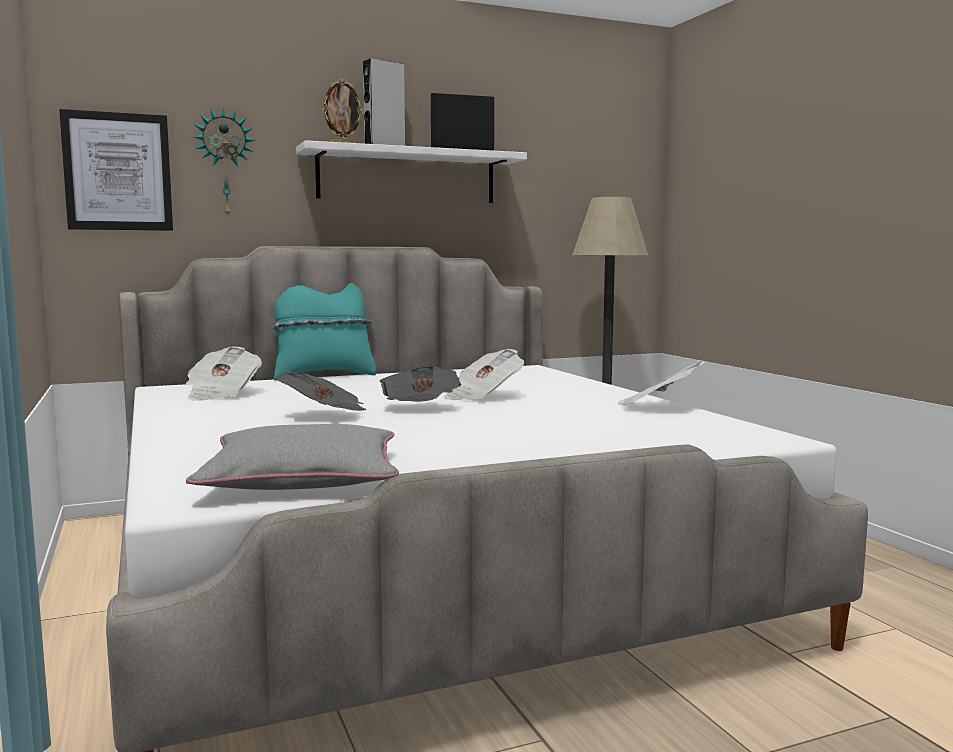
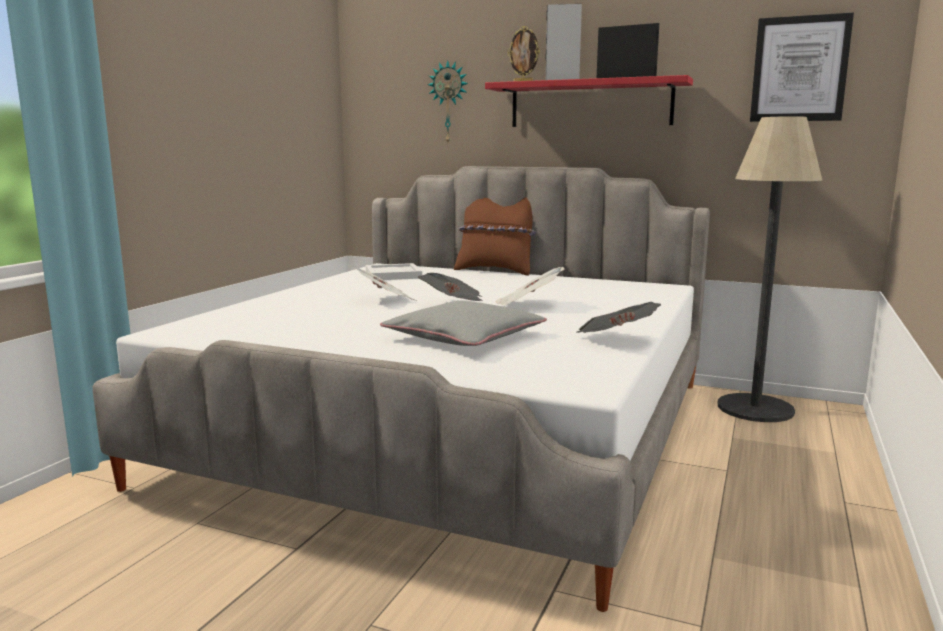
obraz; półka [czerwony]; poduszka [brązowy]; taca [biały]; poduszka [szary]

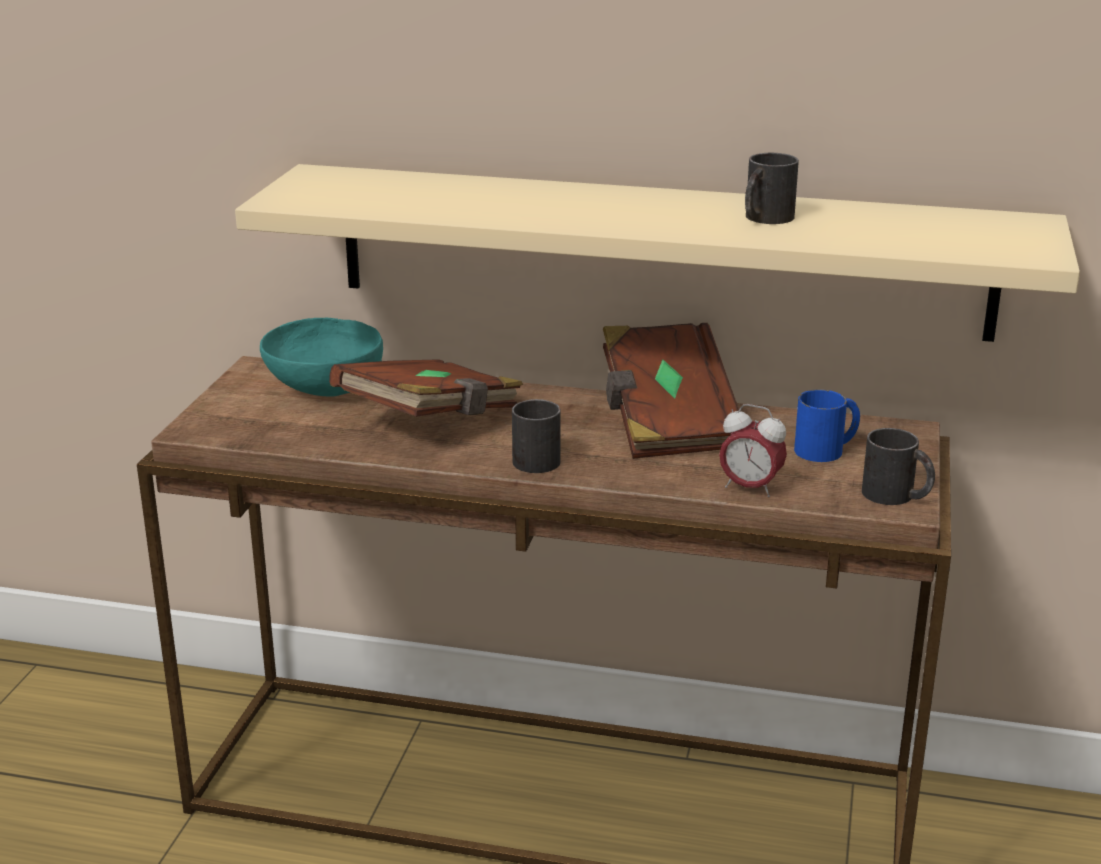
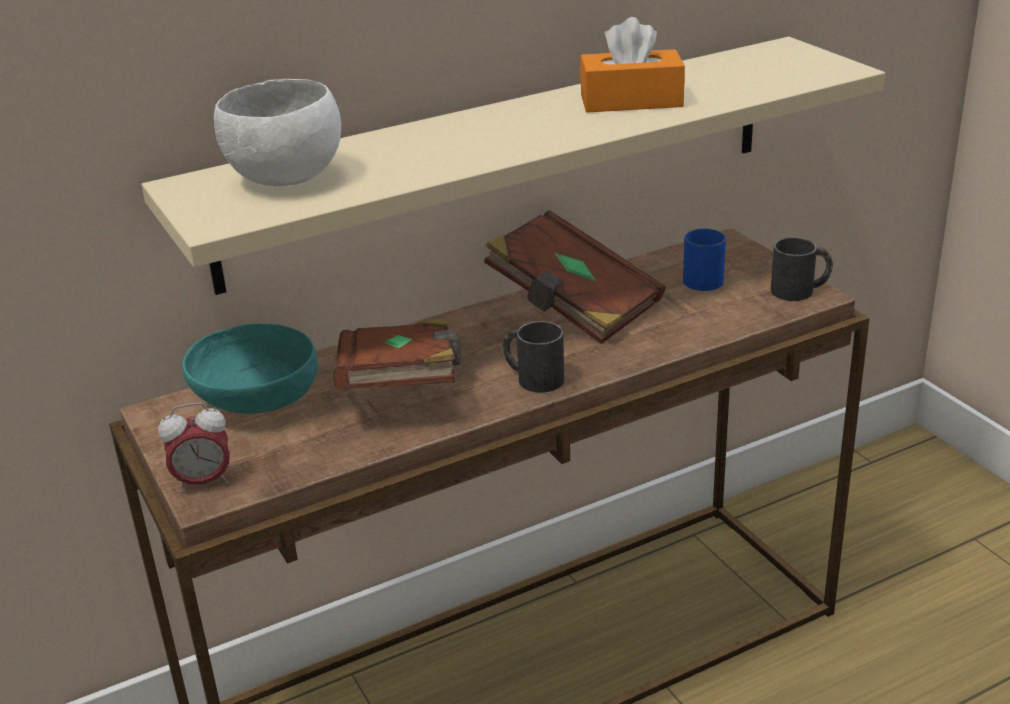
pudełko chusteczek [pomarańczowy]; budzik; miska [biały]

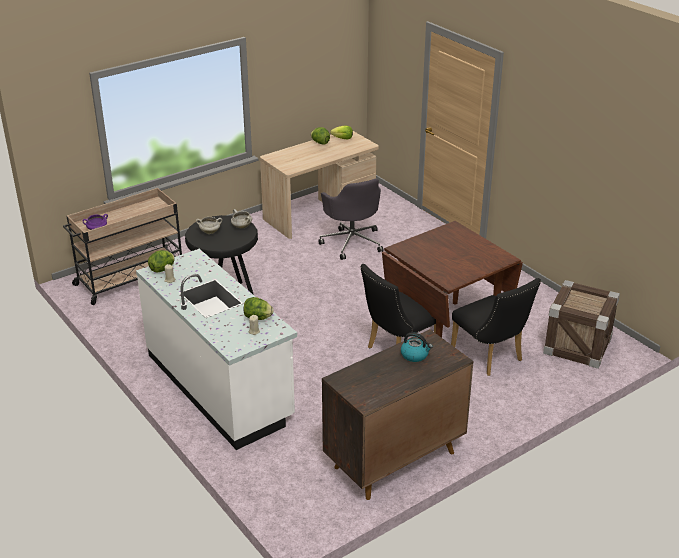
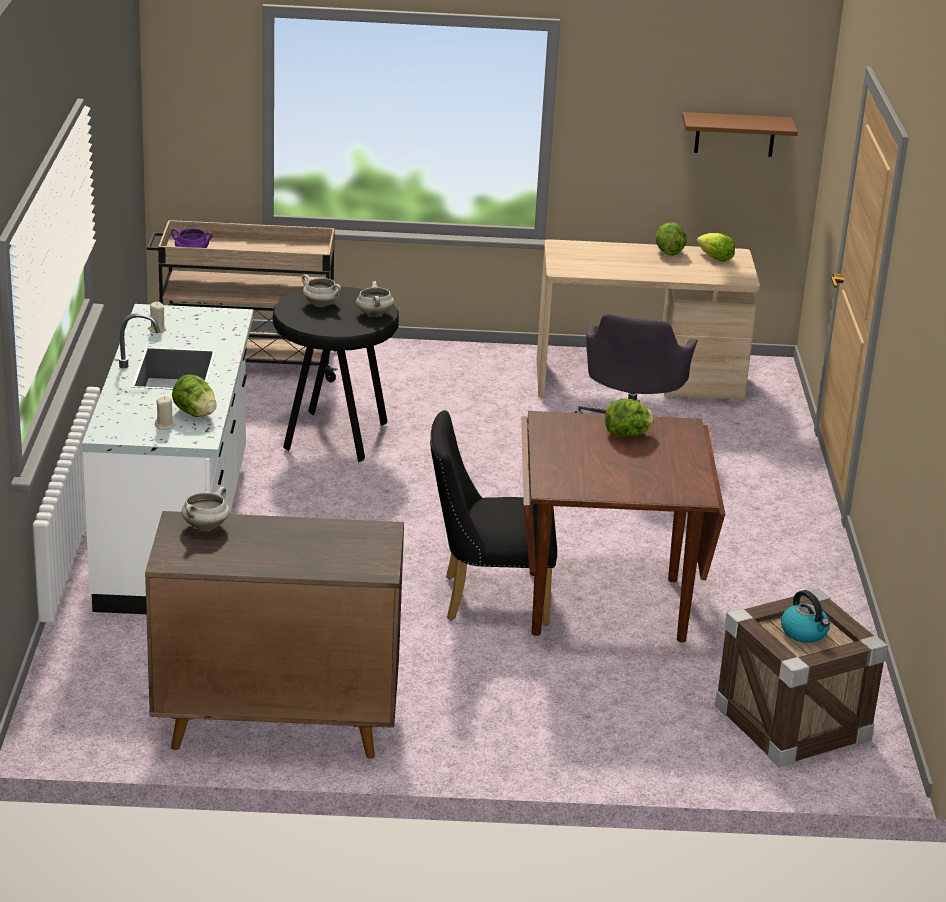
sałata (no. 2 from left); krzesło [czarny] (no. 2 from left in the first image); czajnik; półka [brązowy]; garnek [biały] (no. 1 from left)

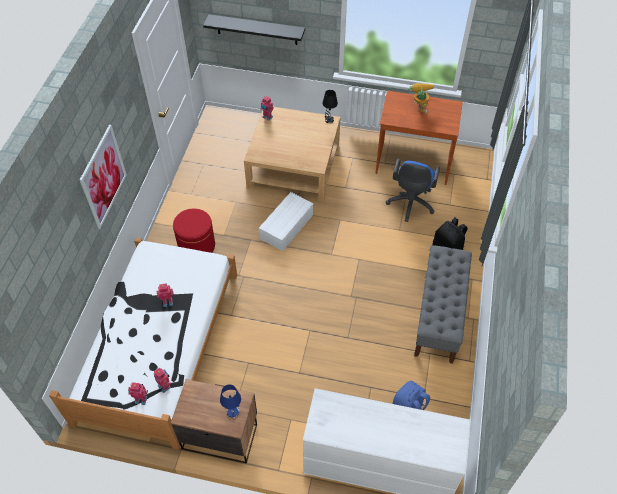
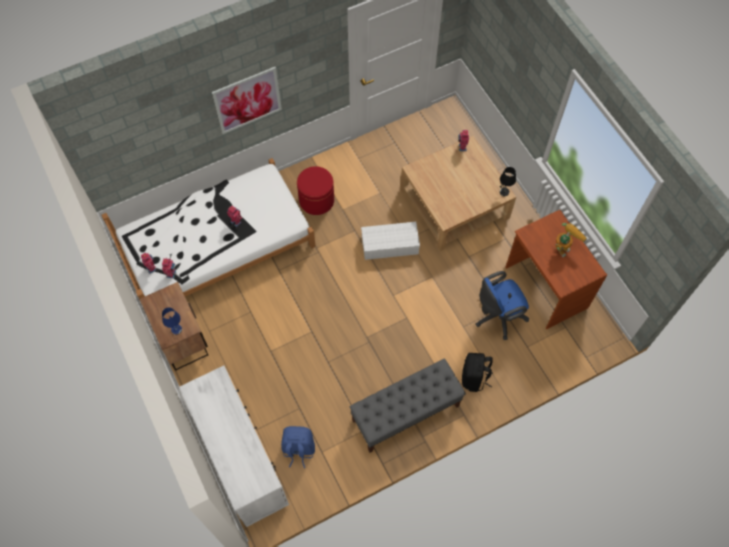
półka [czarny]

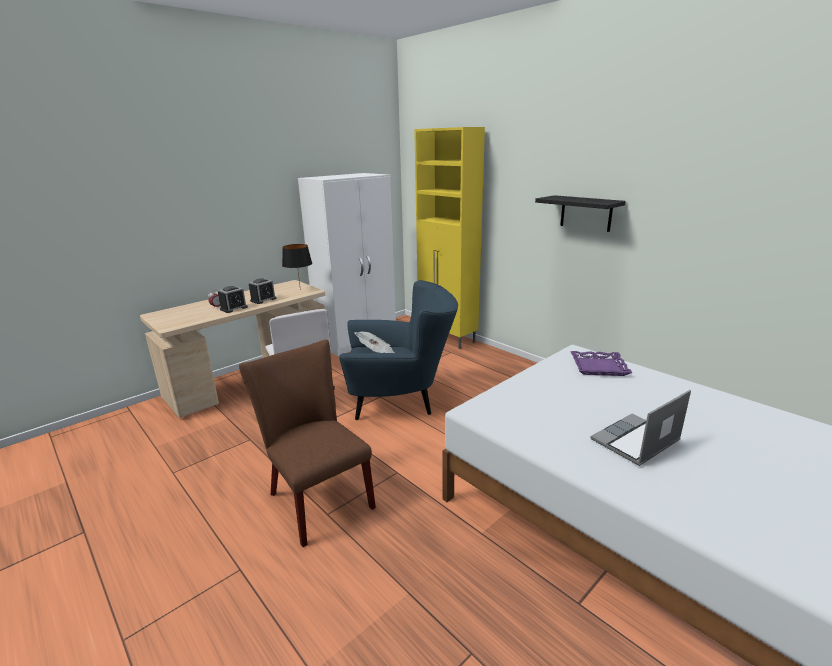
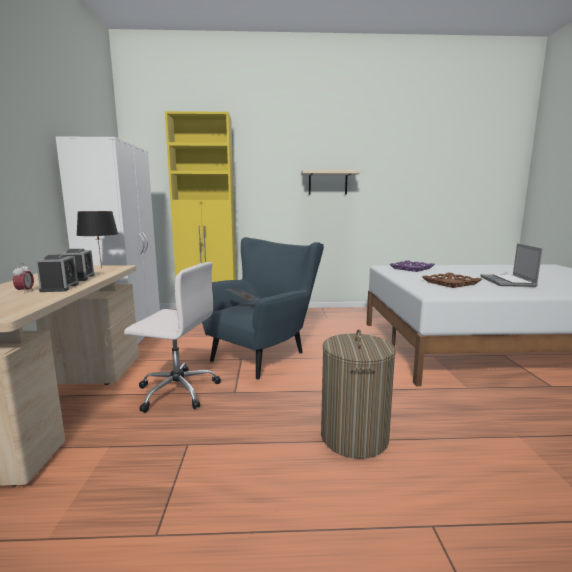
półka [beżowy]; kosz na pranie; taca [brązowy]

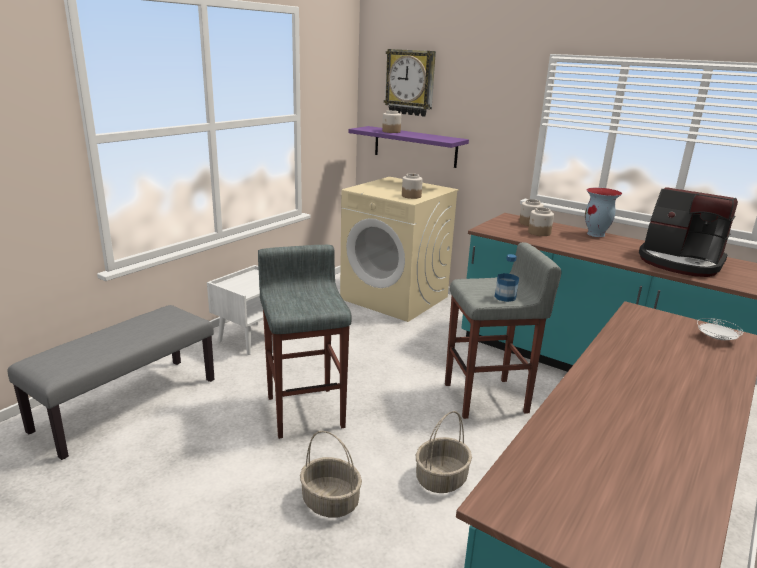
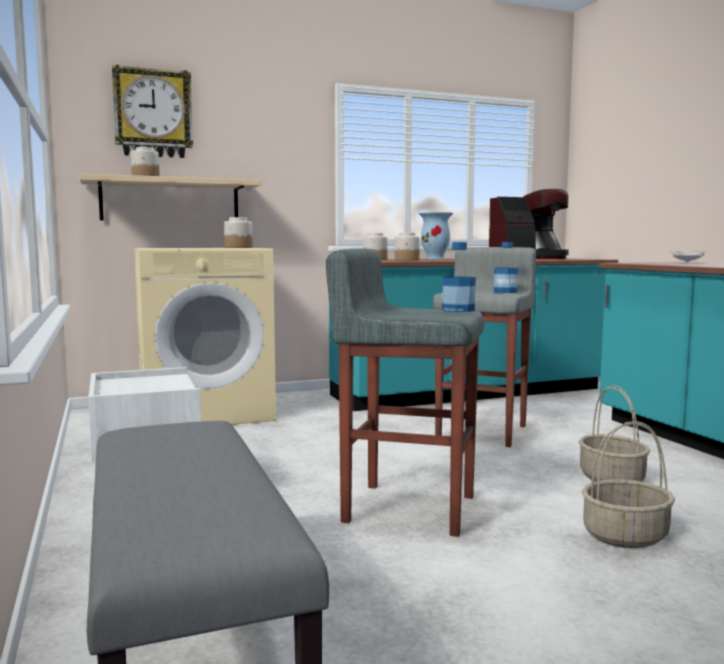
półka [beżowy]; butelka (no. 1 from left)

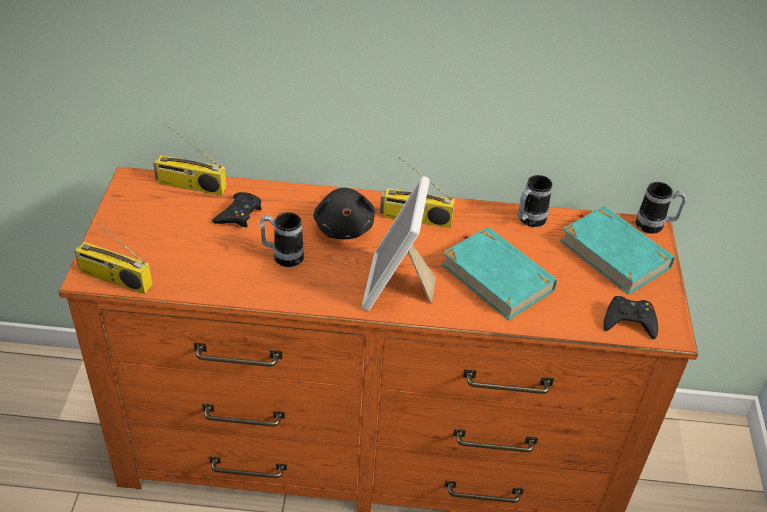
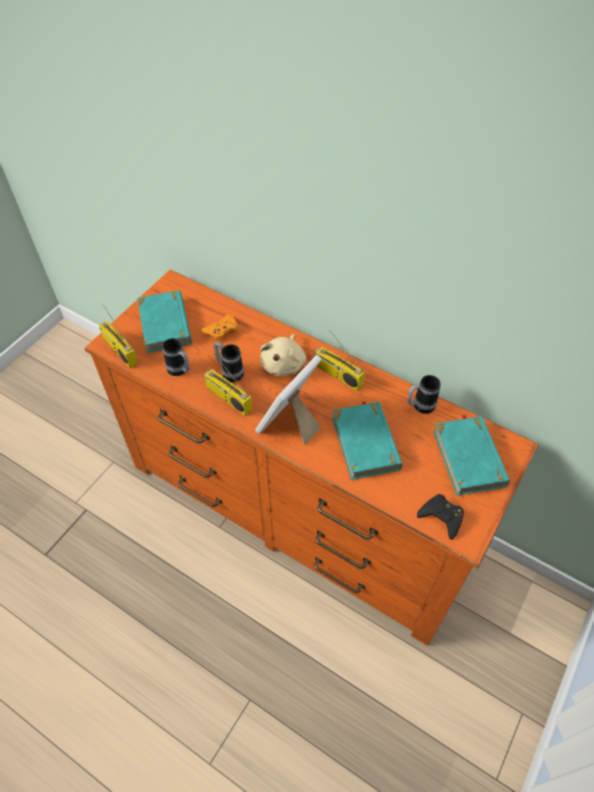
radio (no. 2 from left); kubek (no. 1 from left); pluszak [beżowy]; pad do gier [pomarańczowy]; książka [turkusowy] (no. 1 from left)

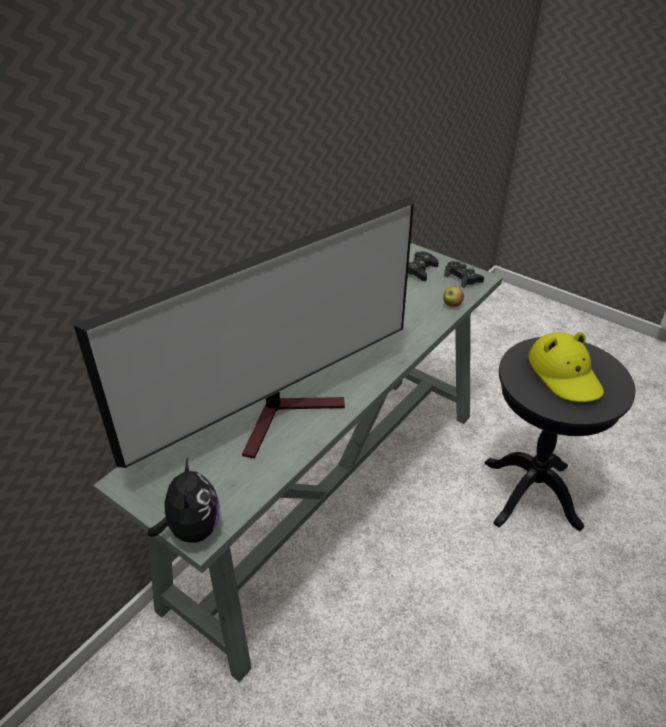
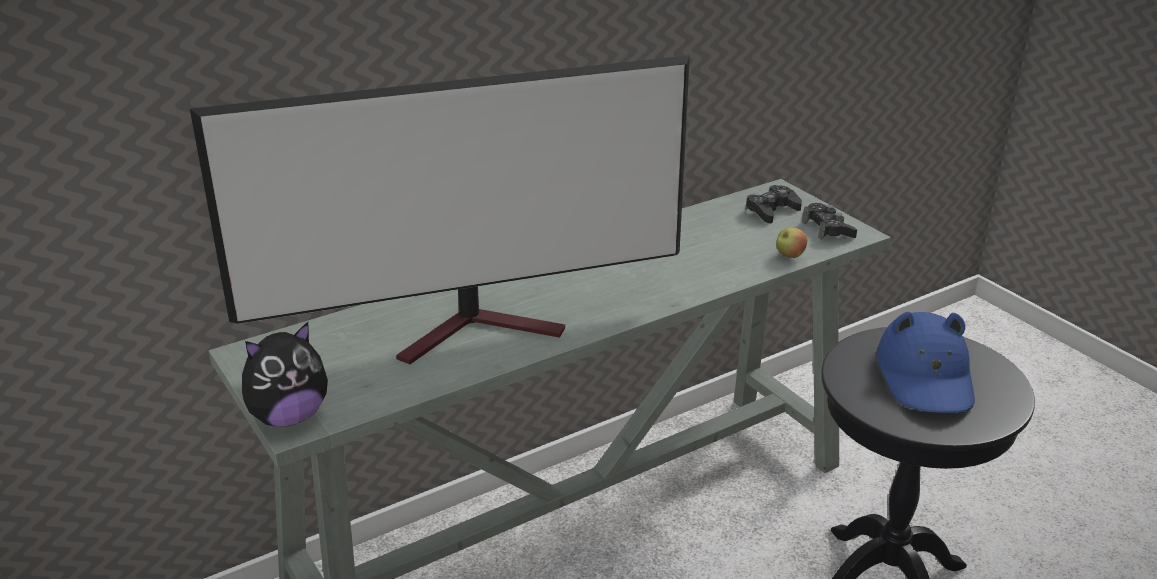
kapelusz [niebieski]; pluszak

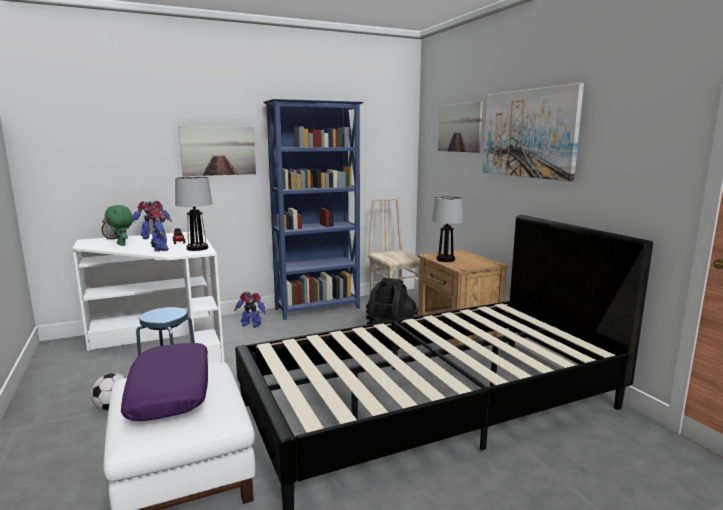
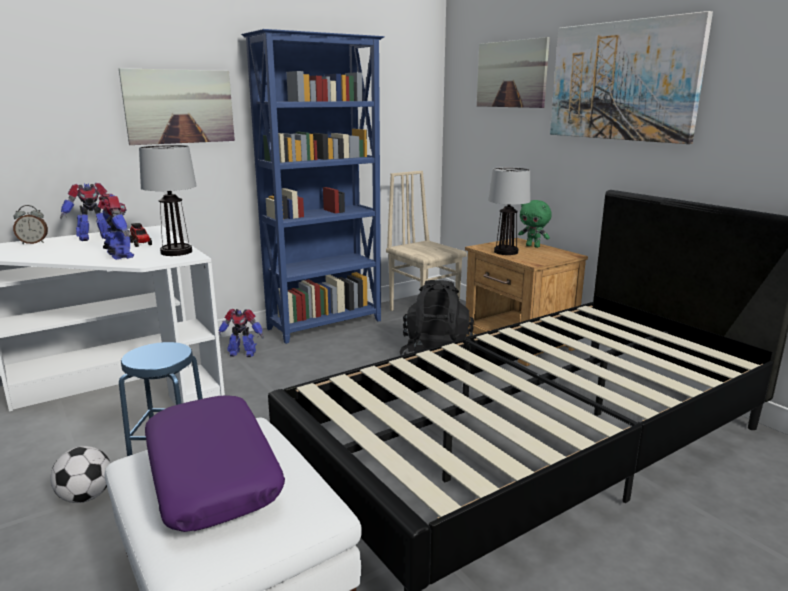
pluszak [zielony]

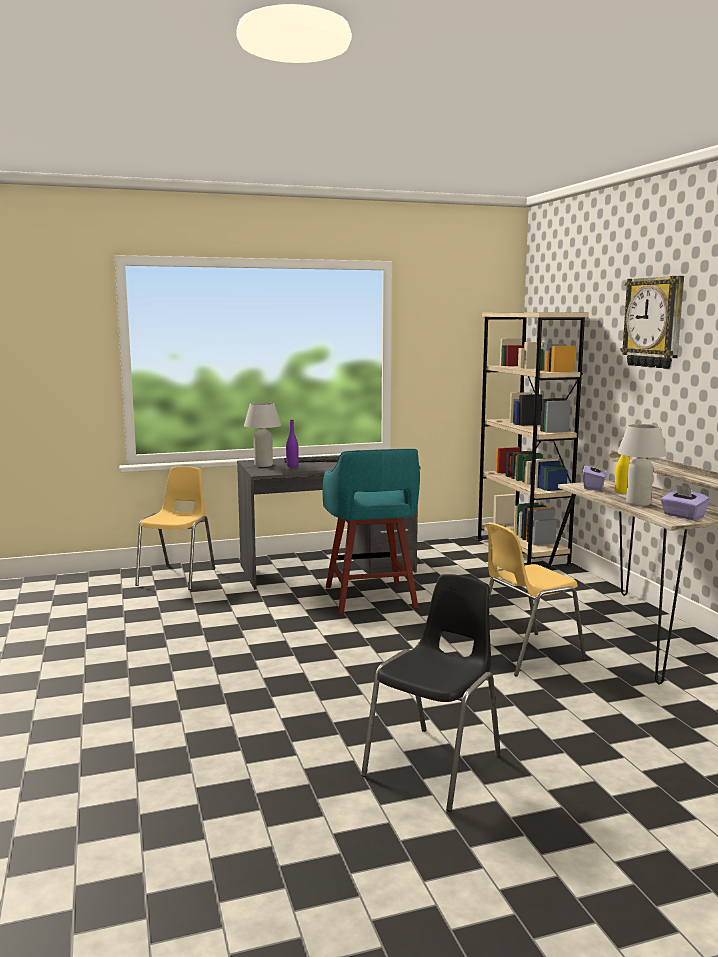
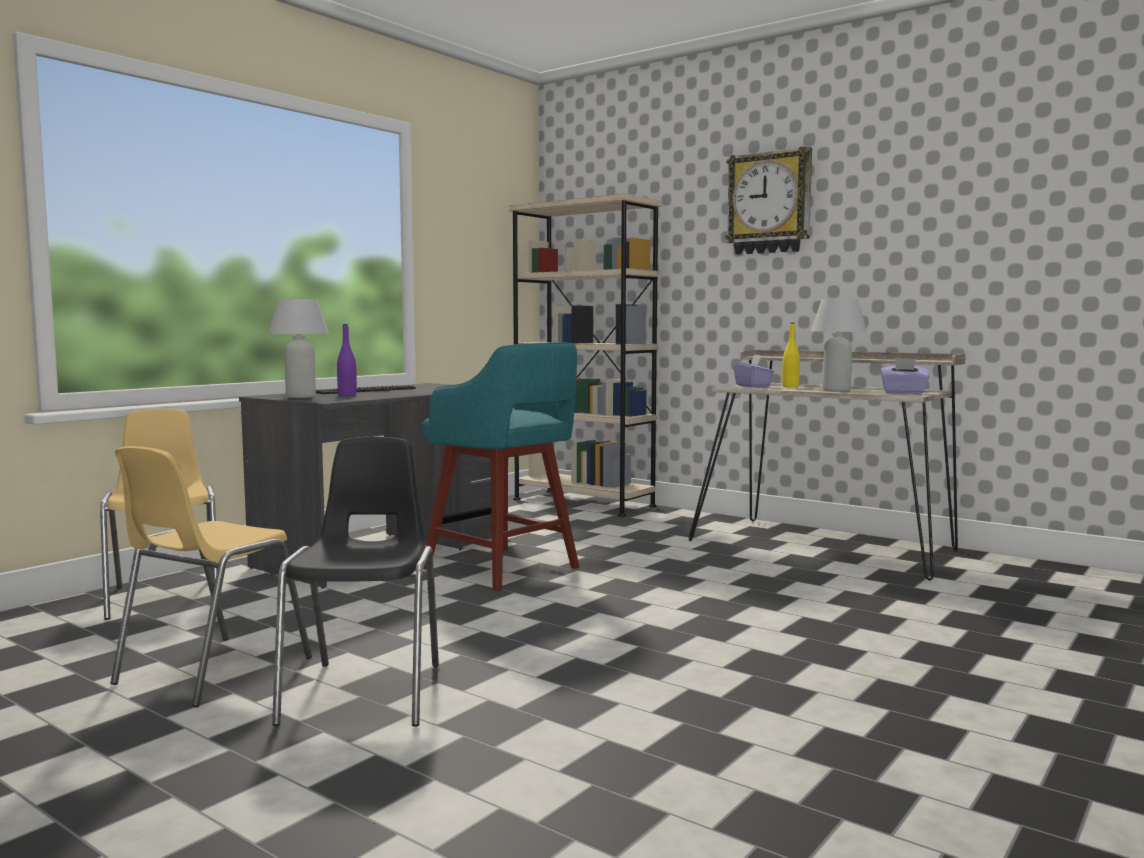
krzesło [żółty] (no. 2 from left); krzesło [czarny]

